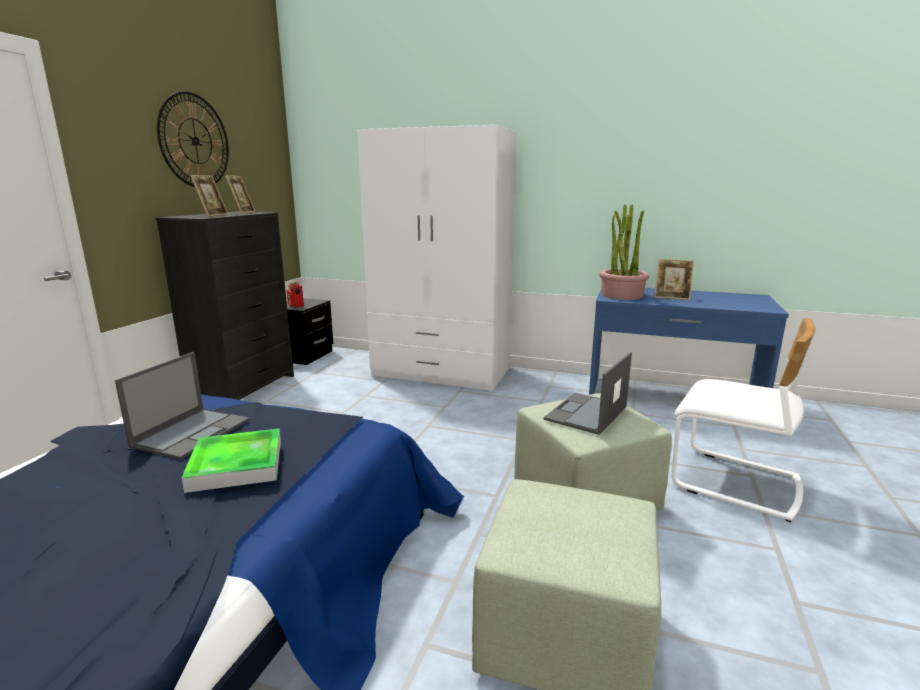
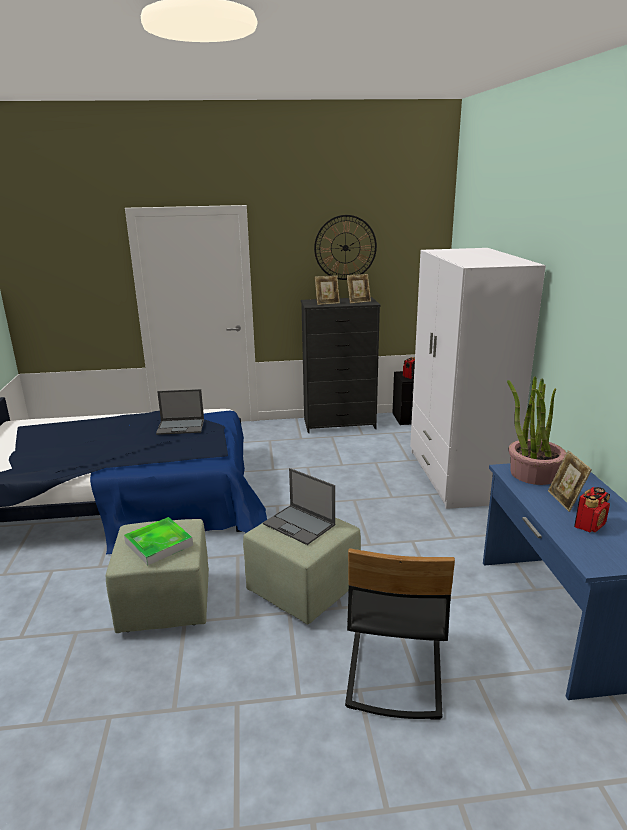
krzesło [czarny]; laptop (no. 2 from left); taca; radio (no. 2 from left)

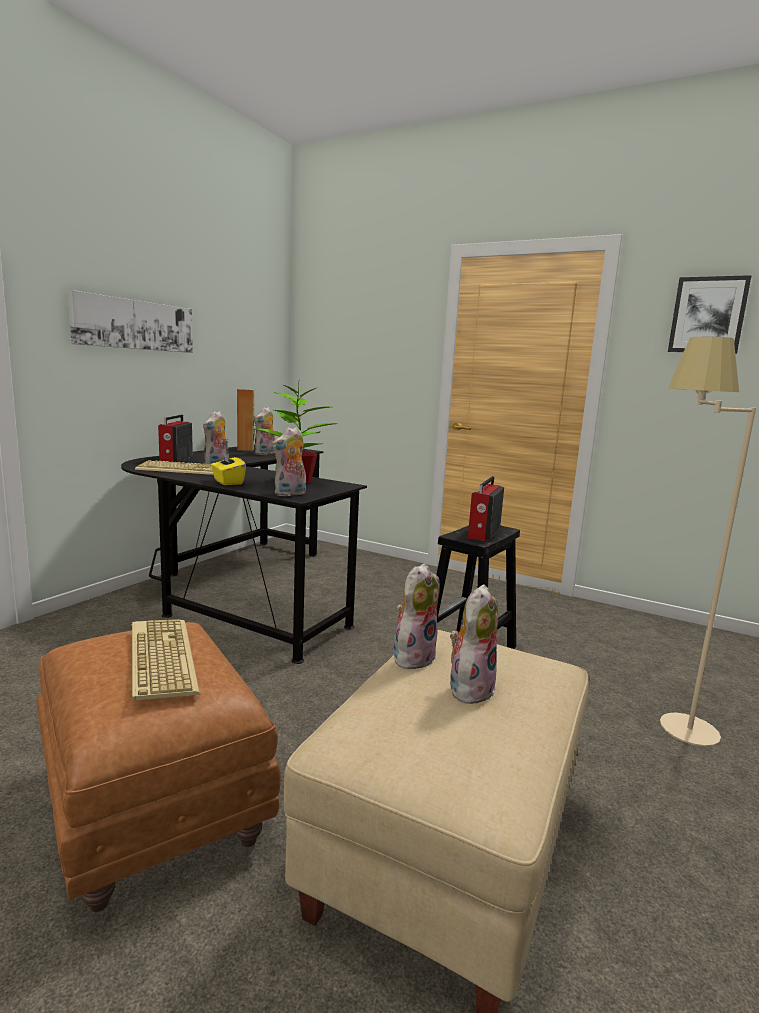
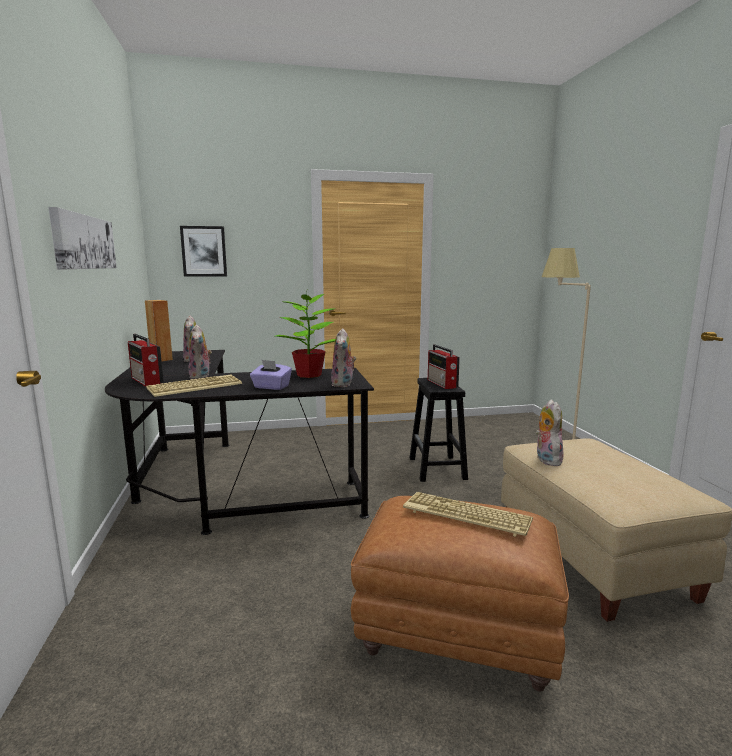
obraz (no. 2 from left); pudełko chusteczek [fioletowy]; pluszak (no. 5 from left in the first image)

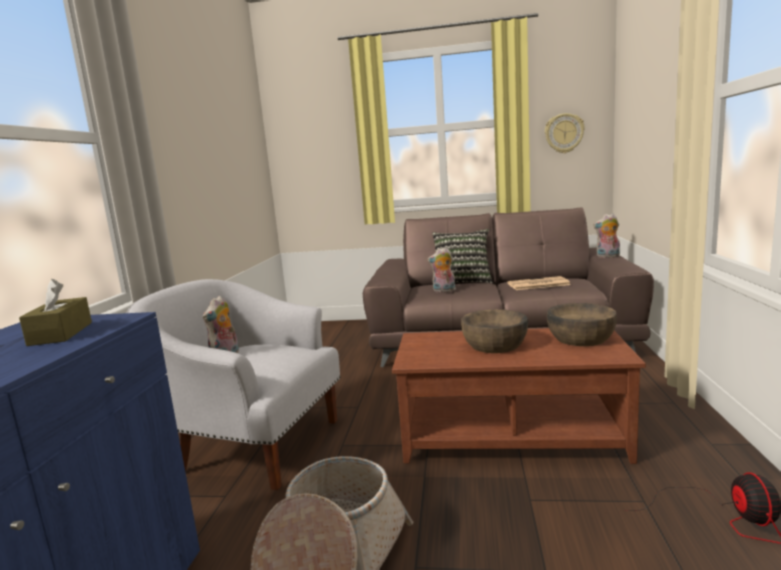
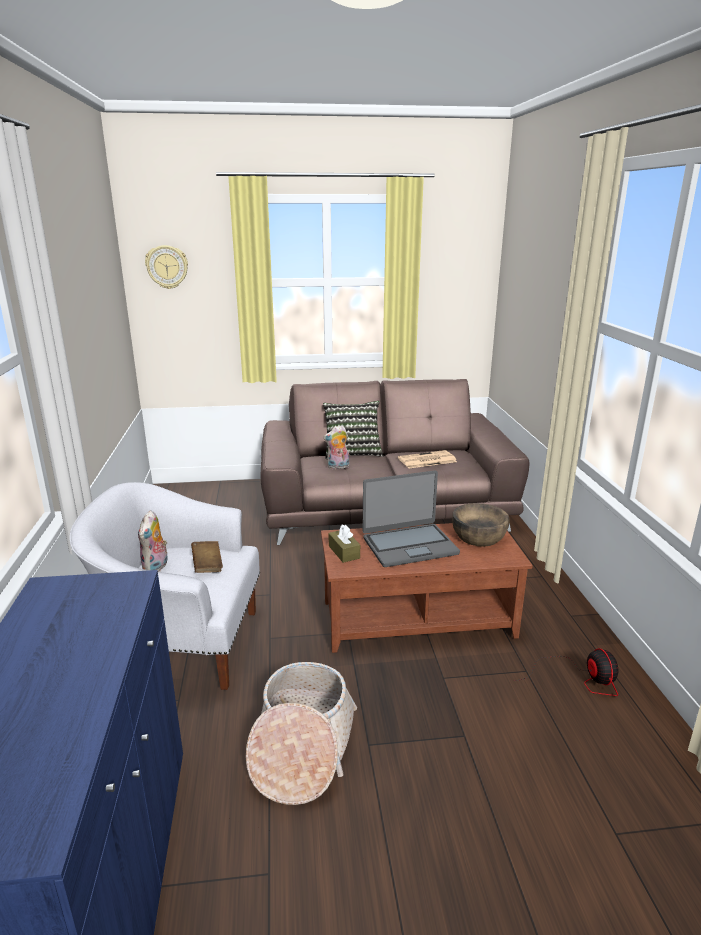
zegar ścienny; pluszak (no. 3 from left in the first image); pudełko chusteczek [brązowy]; laptop; książka [brązowy]

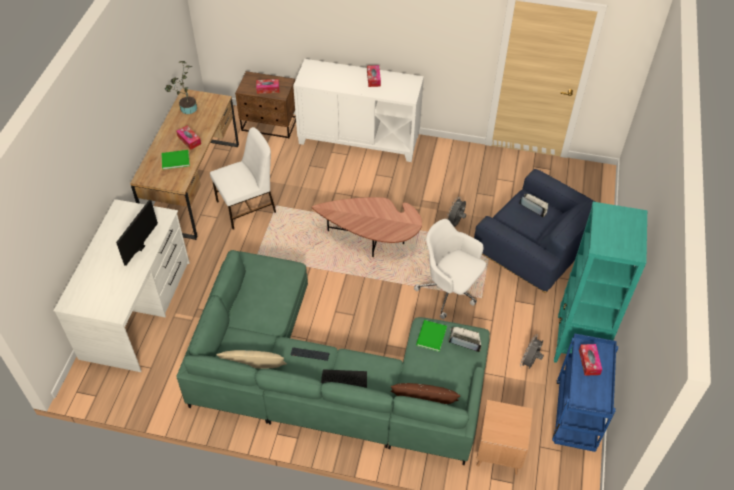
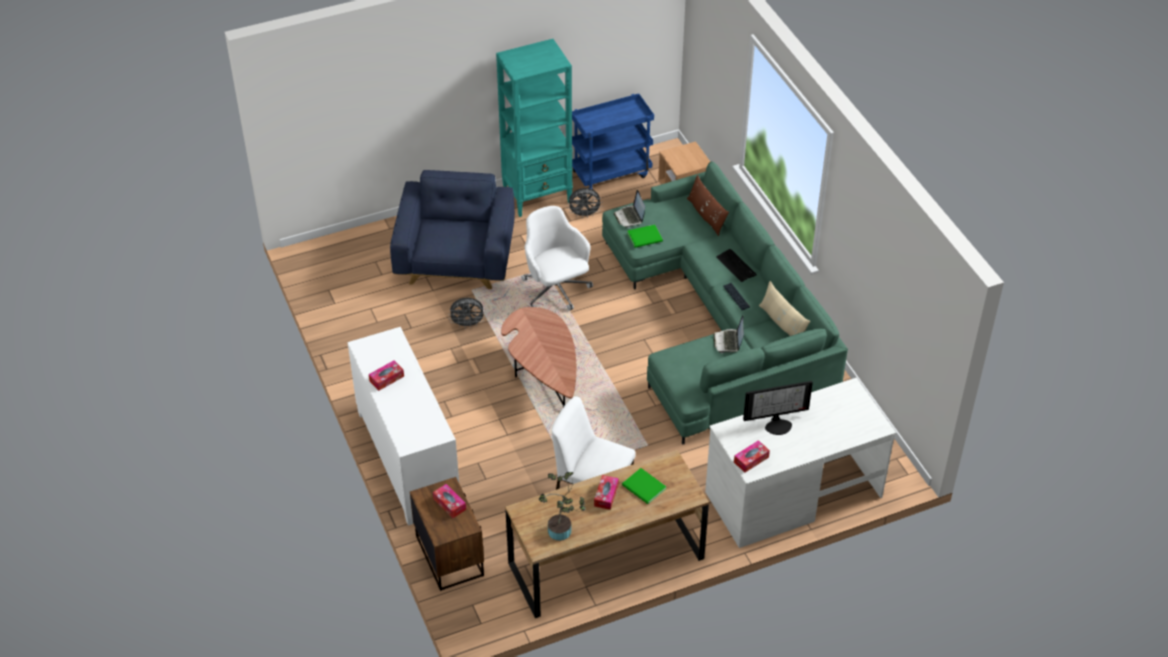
laptop (no. 2 from left); krzesło biurowe [biały]; pudełko chusteczek (no. 4 from left)

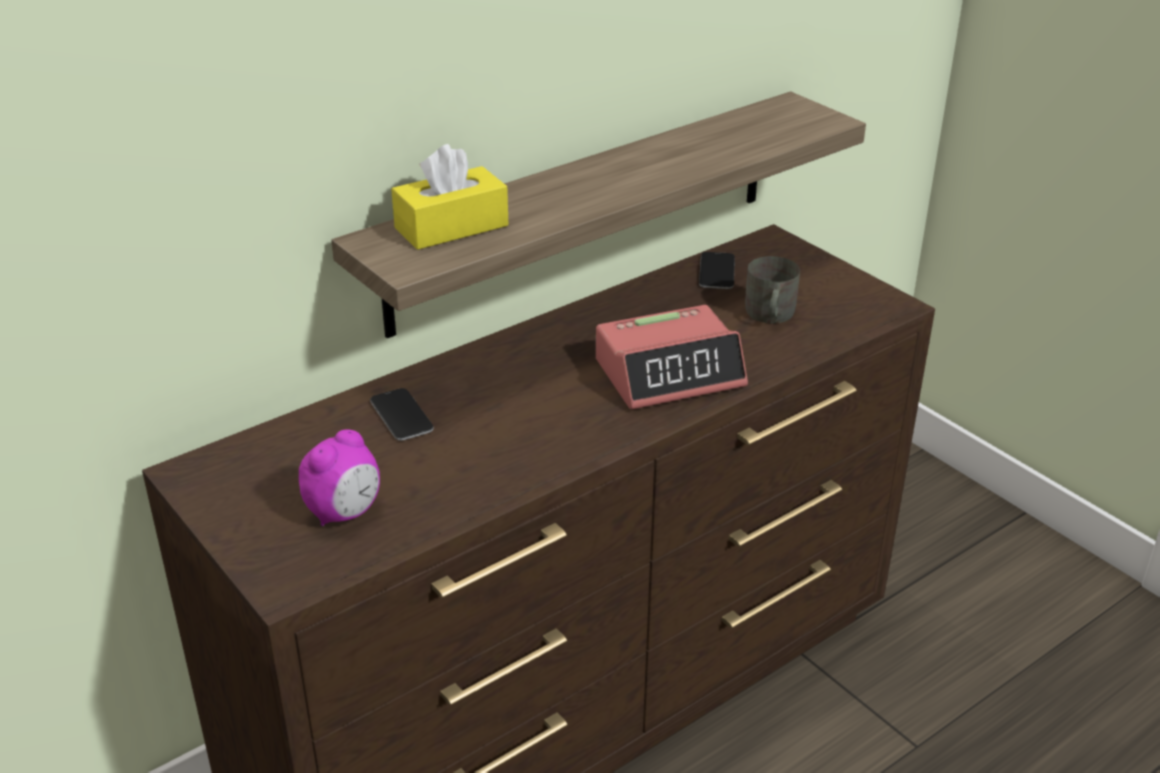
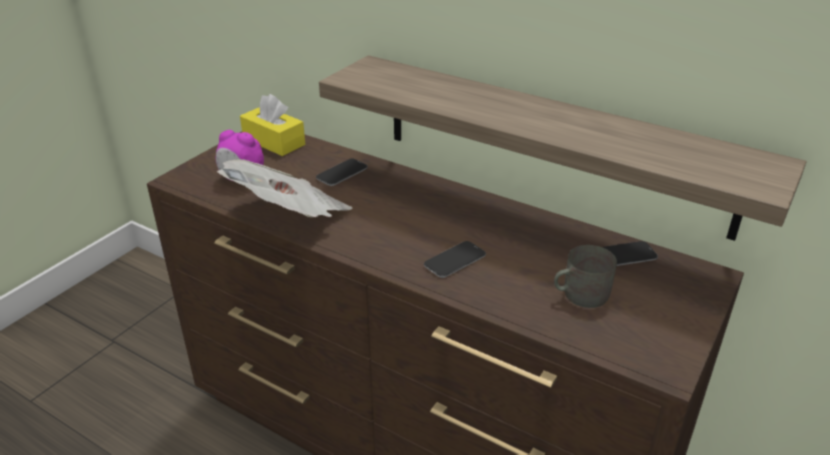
pudełko chusteczek [żółty]; telefon (no. 2 from left); gazeta

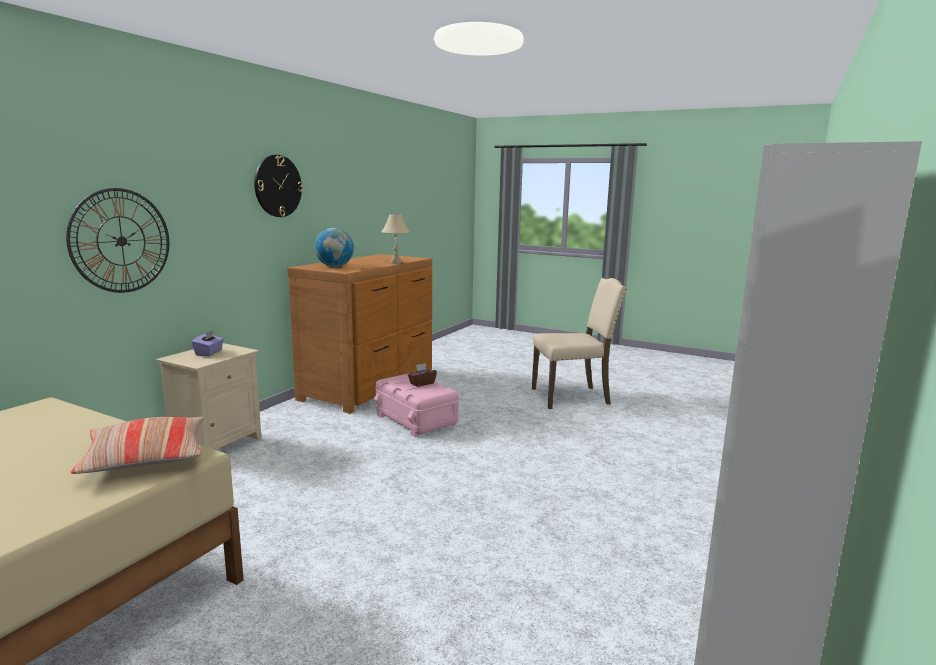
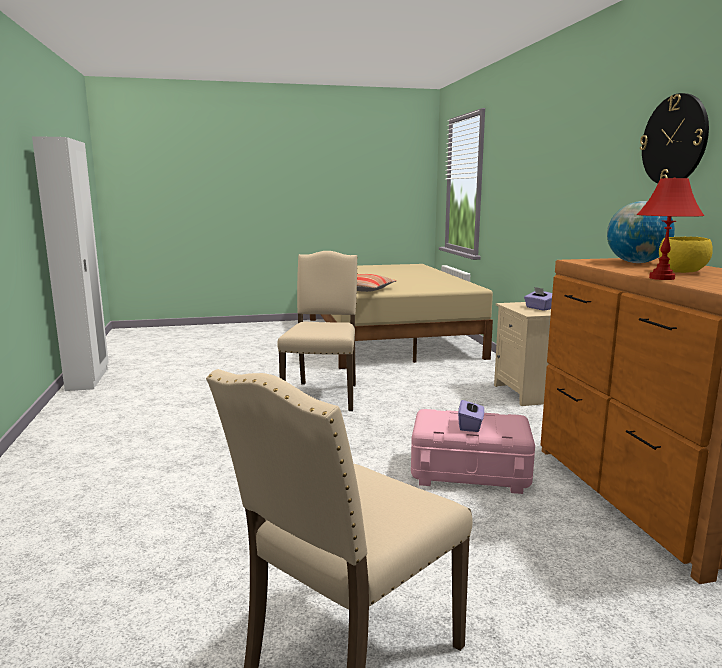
zegar ścienny (no. 1 from left in the first image); lampa stołowa [czerwony]; pudełko chusteczek [fioletowy] (no. 1 from left); miska [żółty]; krzesło [beżowy] (no. 1 from left)

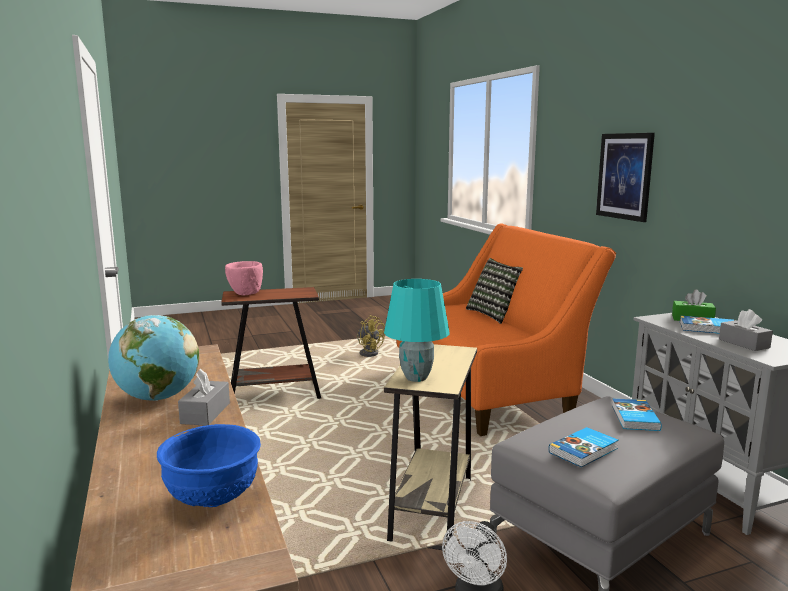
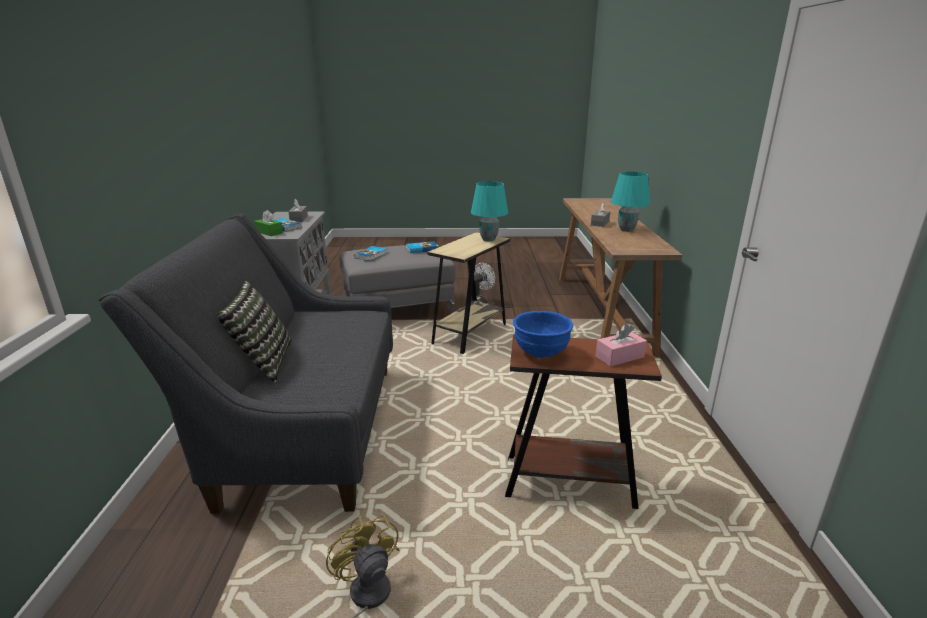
obraz; kanapa [szary]; pudełko chusteczek [różowy]; lampa stołowa [turkusowy] (no. 2 from left); miska [niebieski]

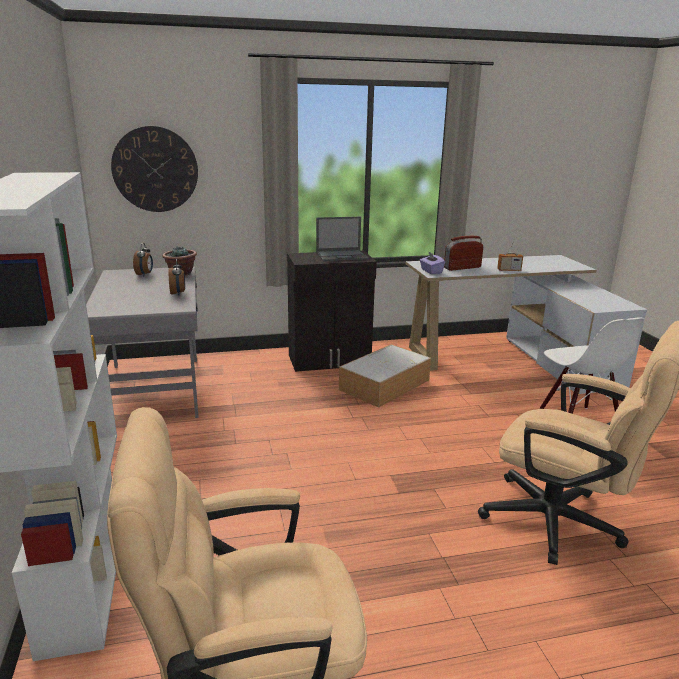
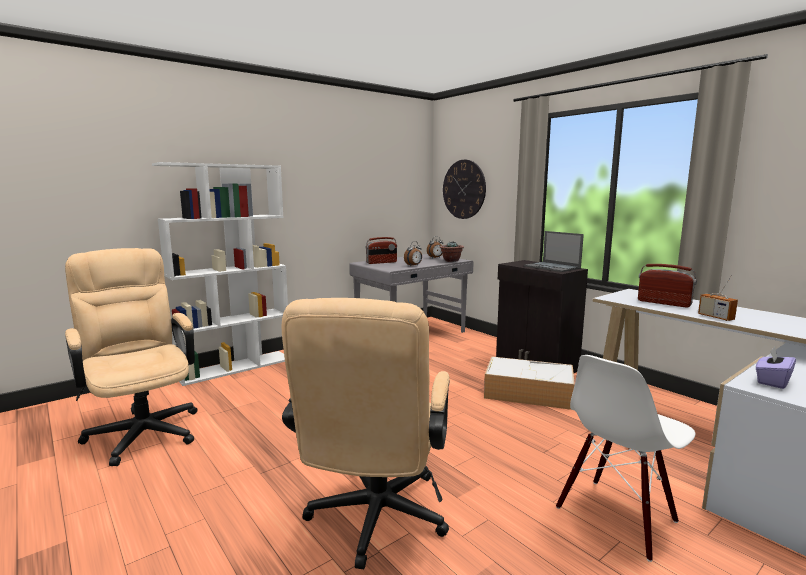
pudełko chusteczek [fioletowy]; radio (no. 1 from left)

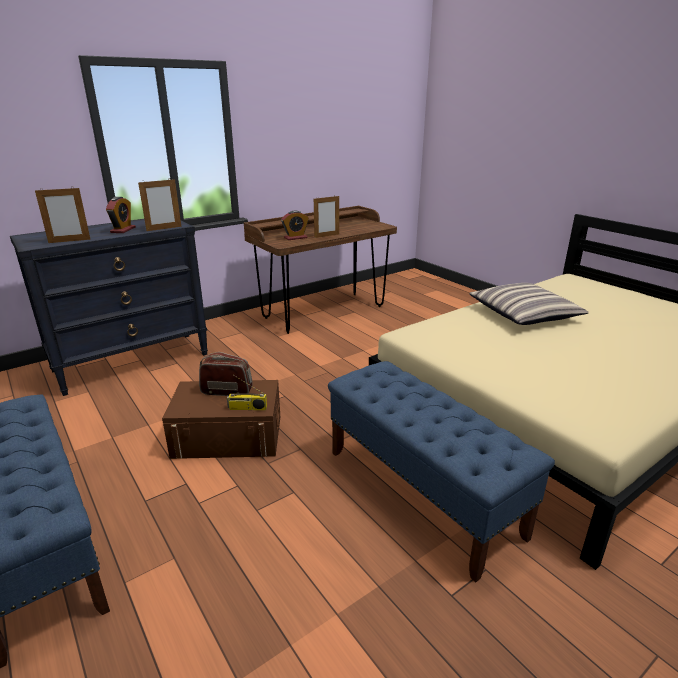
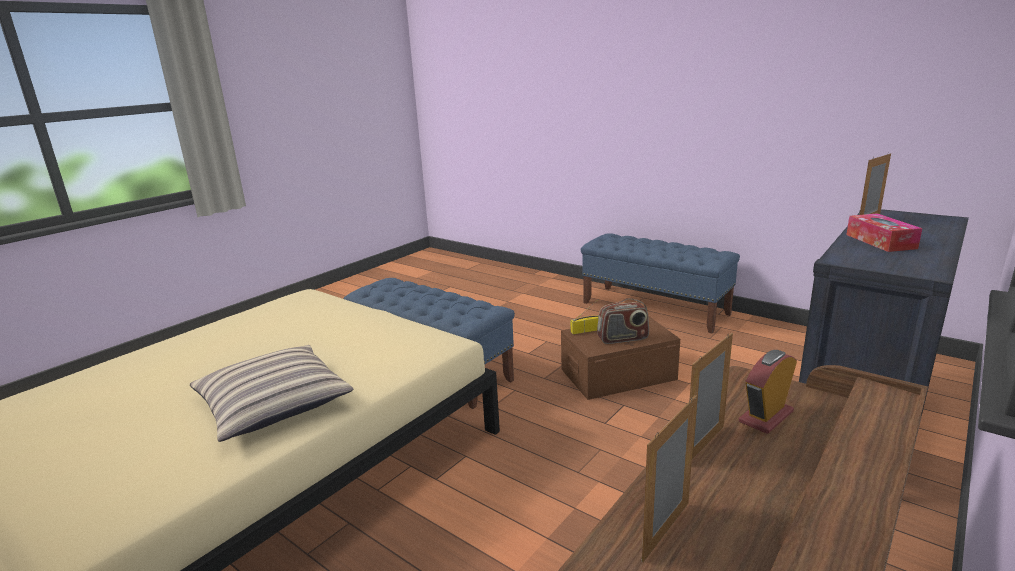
ramka na zdjęcie (no. 1 from left); pudełko chusteczek

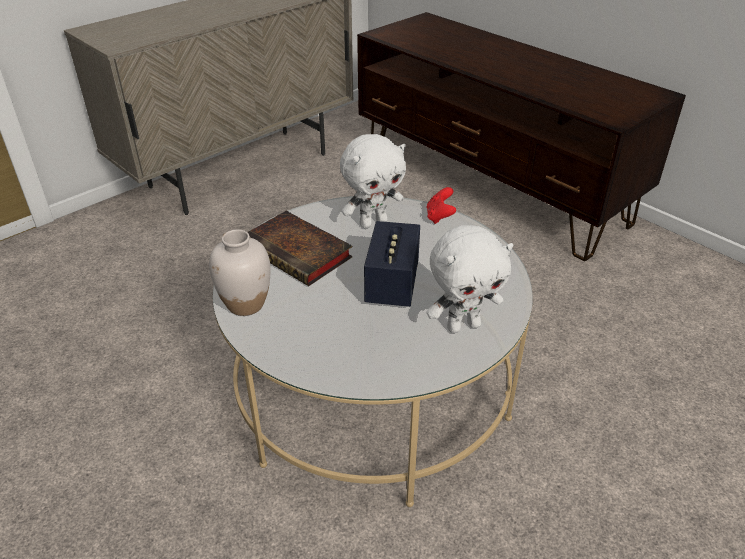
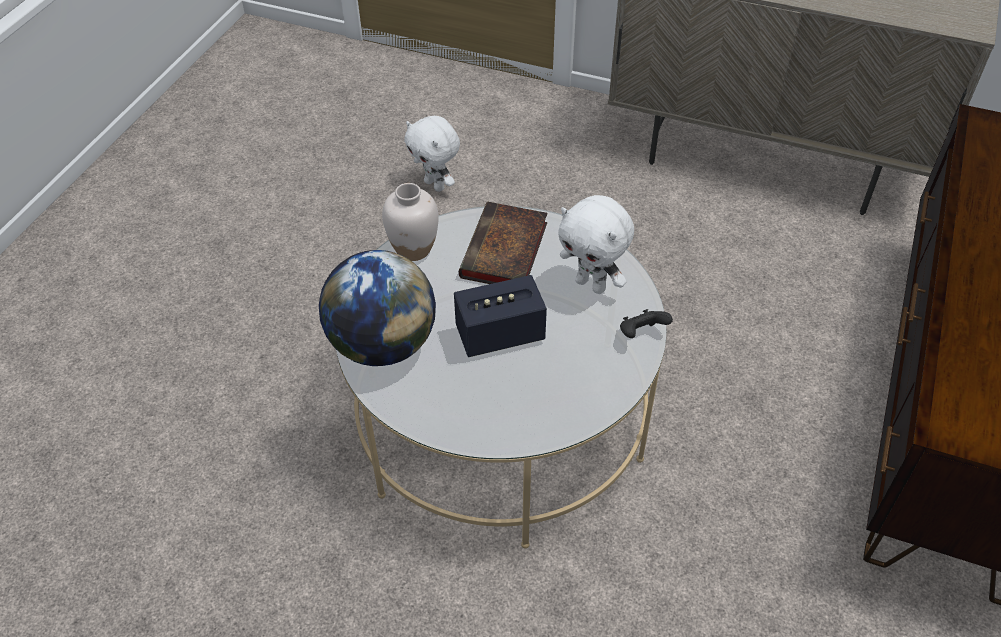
pad do gier [czarny]; pluszak [biały] (no. 1 from left); globus

